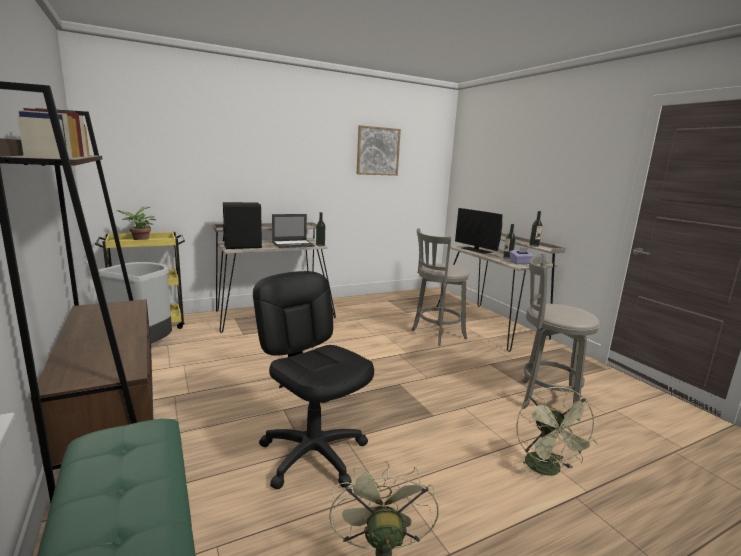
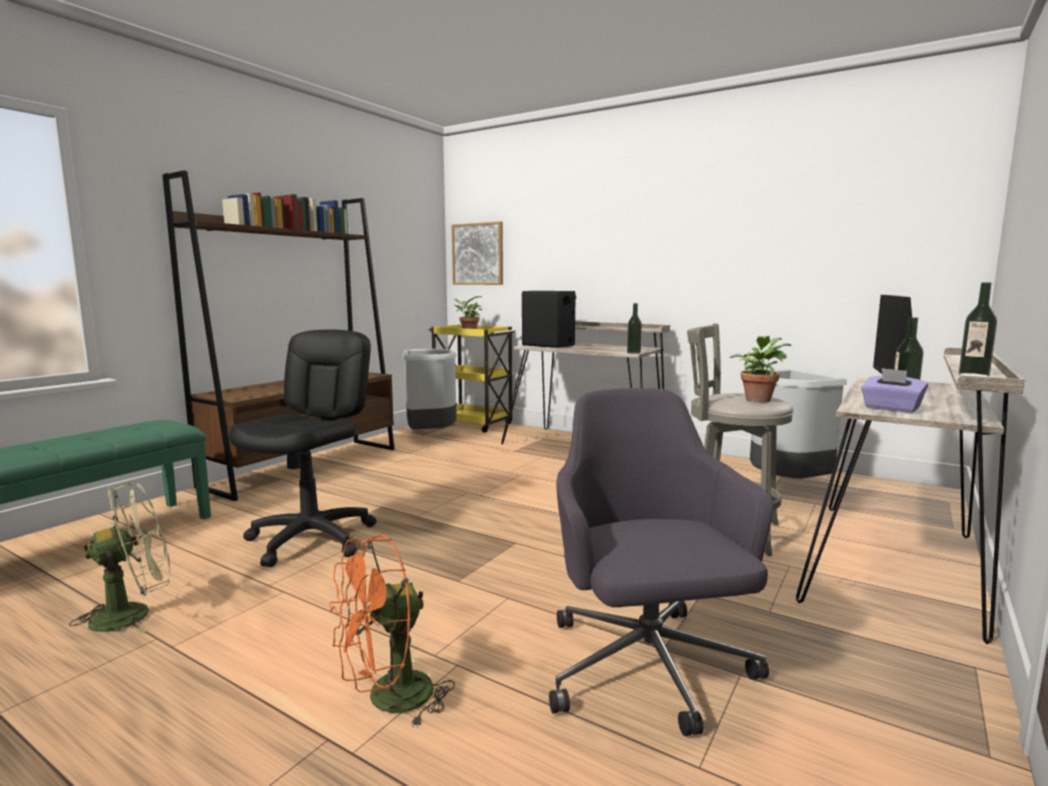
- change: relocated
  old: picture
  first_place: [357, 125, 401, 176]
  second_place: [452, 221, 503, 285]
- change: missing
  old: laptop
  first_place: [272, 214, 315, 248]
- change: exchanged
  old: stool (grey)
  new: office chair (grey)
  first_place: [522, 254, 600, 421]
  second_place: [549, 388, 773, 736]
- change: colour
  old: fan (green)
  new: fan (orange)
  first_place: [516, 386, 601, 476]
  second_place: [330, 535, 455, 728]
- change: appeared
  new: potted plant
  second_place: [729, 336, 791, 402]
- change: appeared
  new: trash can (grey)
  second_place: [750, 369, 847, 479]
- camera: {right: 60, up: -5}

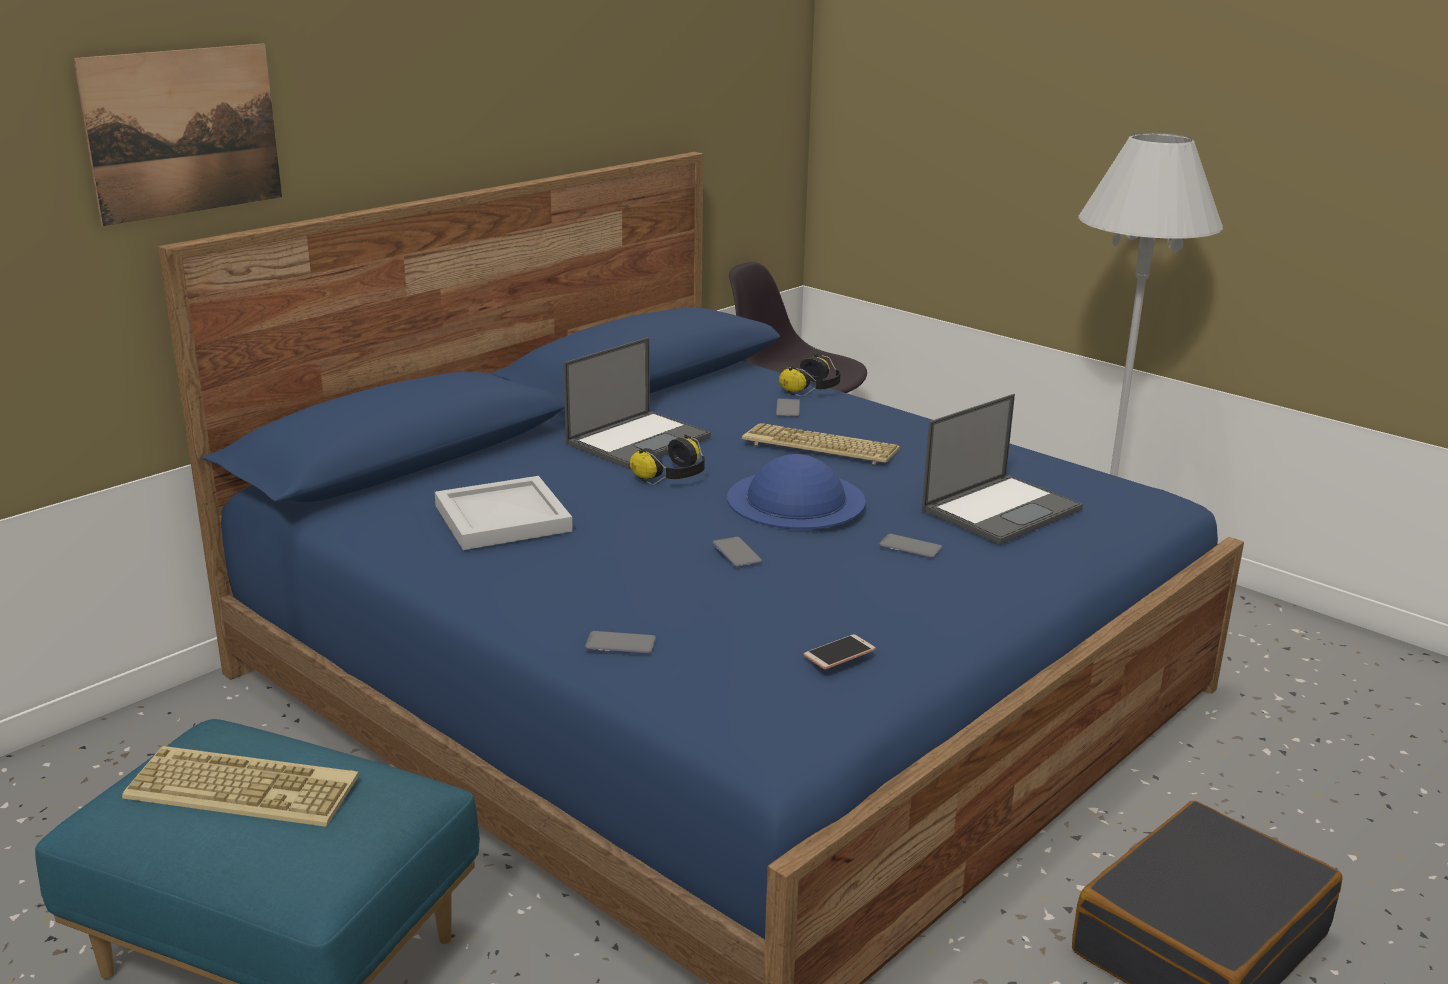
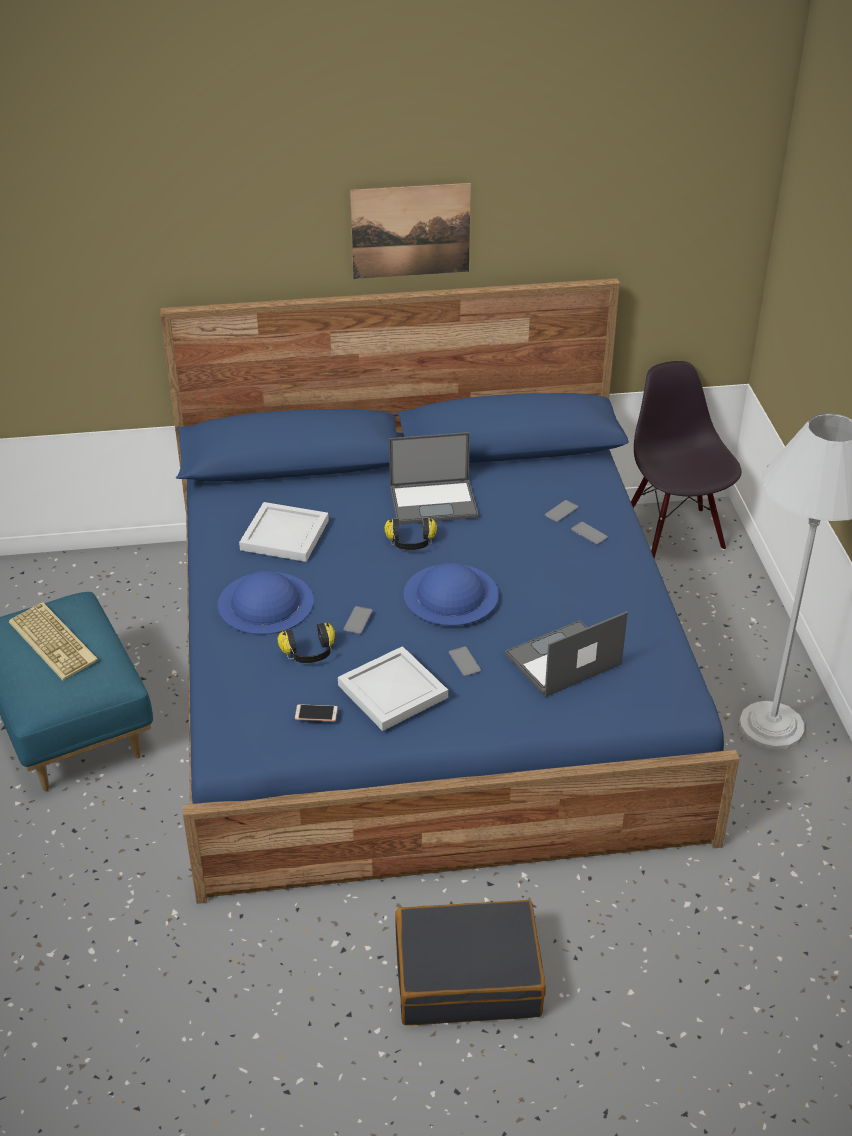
- change: relocated
  old: picture
  first_place: [73, 44, 282, 226]
  second_place: [350, 183, 471, 279]
- change: relocated
  old: headphones
  first_place: [779, 354, 841, 396]
  second_place: [277, 622, 335, 663]
- change: spun
  old: laptop
  first_place: [922, 394, 1083, 545]
  second_place: [505, 611, 628, 697]
  degrees: 150
- change: missing
  old: keyboard
  first_place: [742, 423, 900, 465]
- change: relocated
  old: phone
  first_place: [585, 631, 656, 654]
  second_place: [571, 522, 608, 545]
- change: appeared
  new: hat (blue)
  second_place: [218, 571, 314, 635]
- change: appeared
  new: tray (white)
  second_place: [338, 646, 448, 731]
- camera: {right: 40, up: 15}

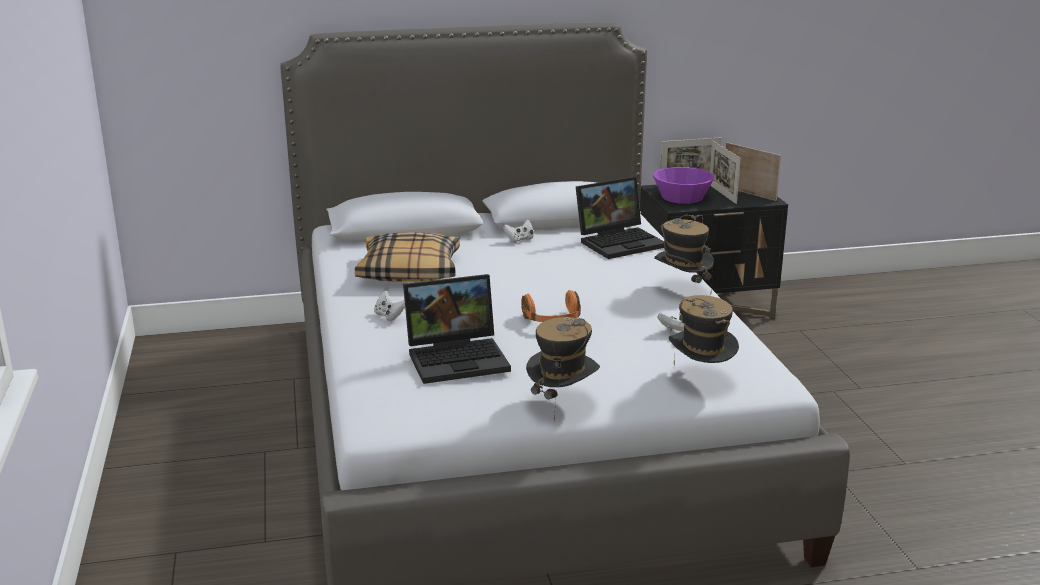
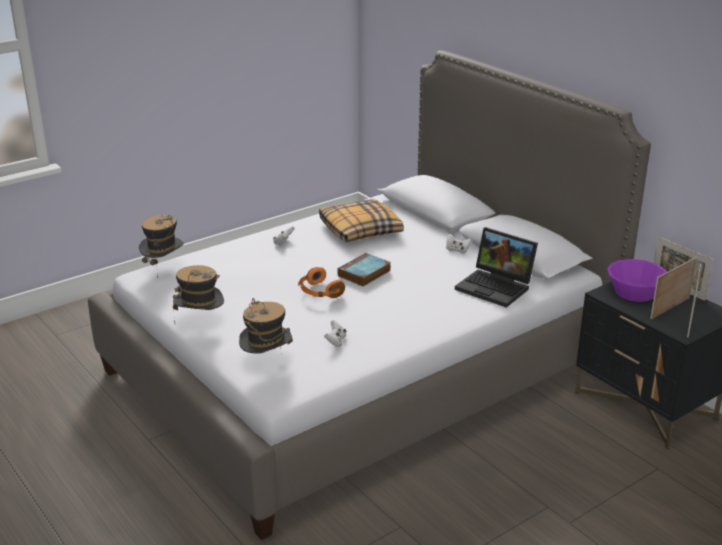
- change: relocated
  old: hat
  first_place: [654, 215, 714, 296]
  second_place: [139, 215, 184, 278]
- change: missing
  old: laptop
  first_place: [403, 274, 511, 384]
- change: appeared
  new: book
  second_place: [337, 253, 391, 286]
- camera: {right: 65, up: 5}

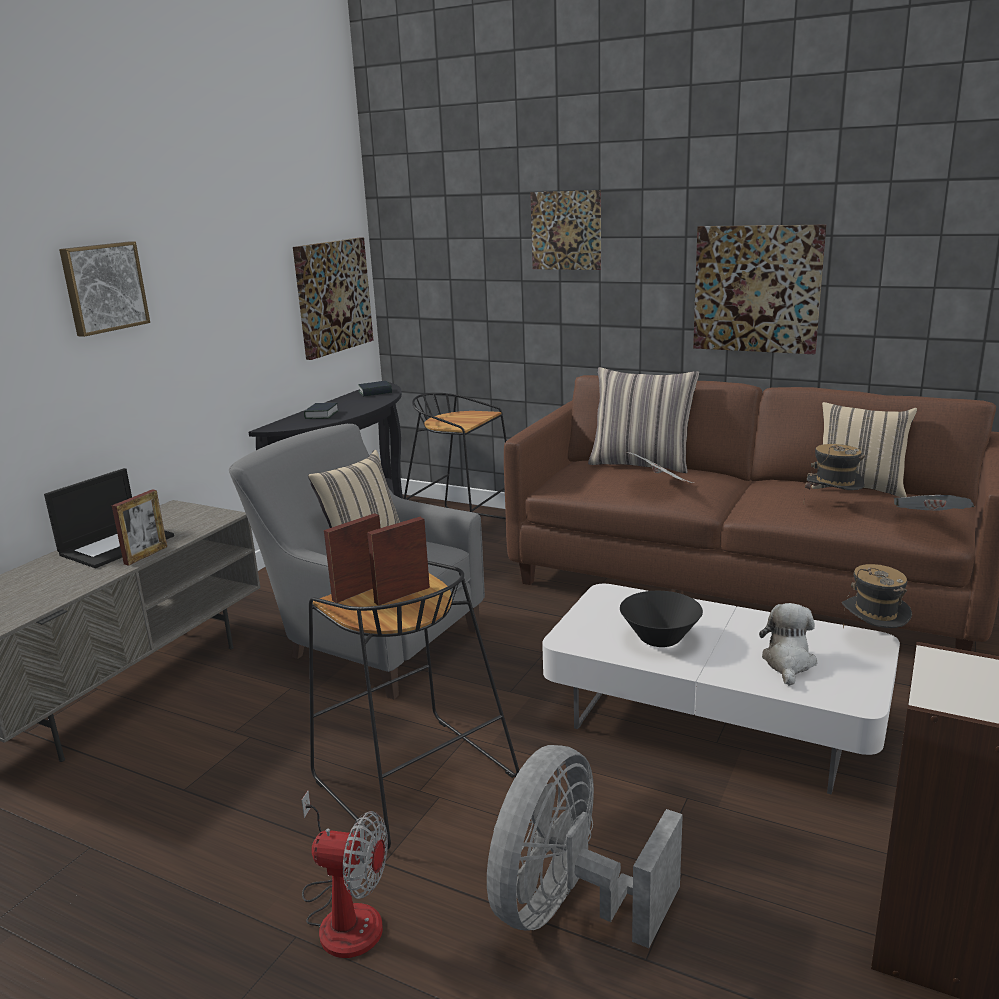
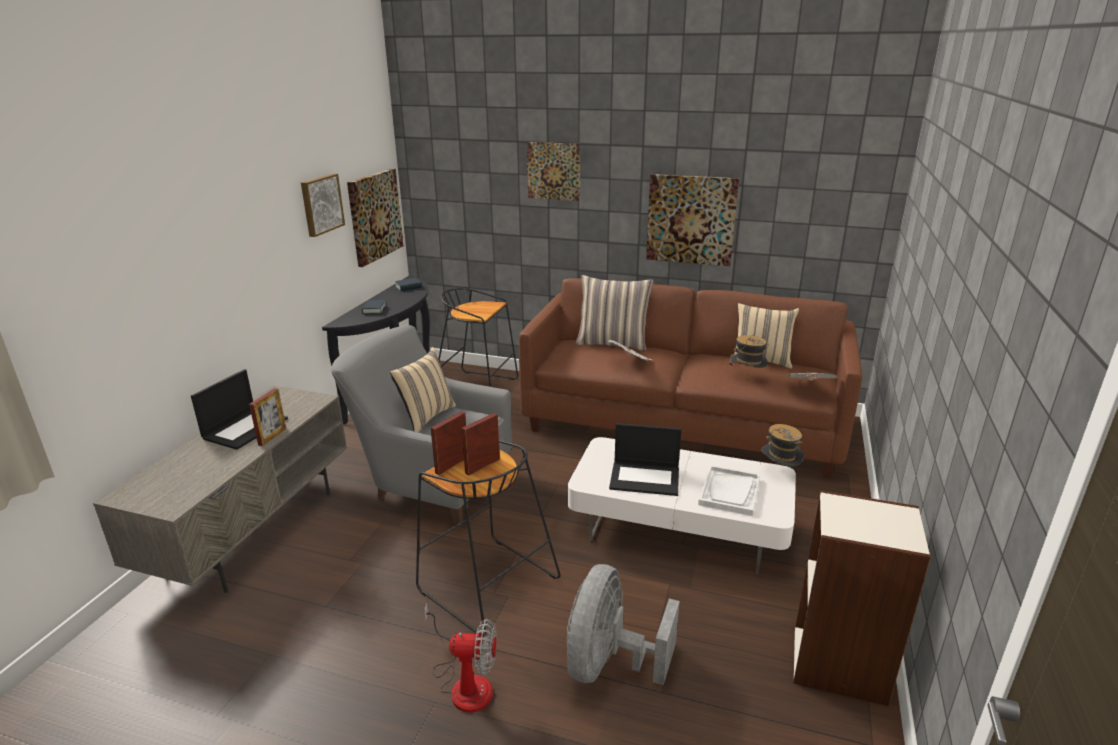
- change: relocated
  old: picture
  first_place: [59, 241, 150, 337]
  second_place: [301, 173, 345, 237]
- change: exchanged
  old: bowl (black)
  new: laptop
  first_place: [620, 591, 703, 647]
  second_place: [609, 423, 681, 496]
- change: exchanged
  old: plush toy
  new: tray (white)
  first_place: [759, 603, 817, 686]
  second_place: [698, 465, 760, 516]
- camera: {right: -10, up: 5}

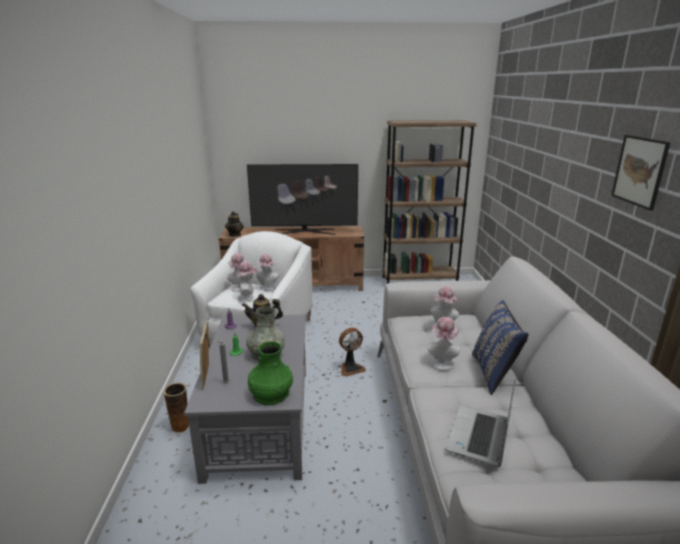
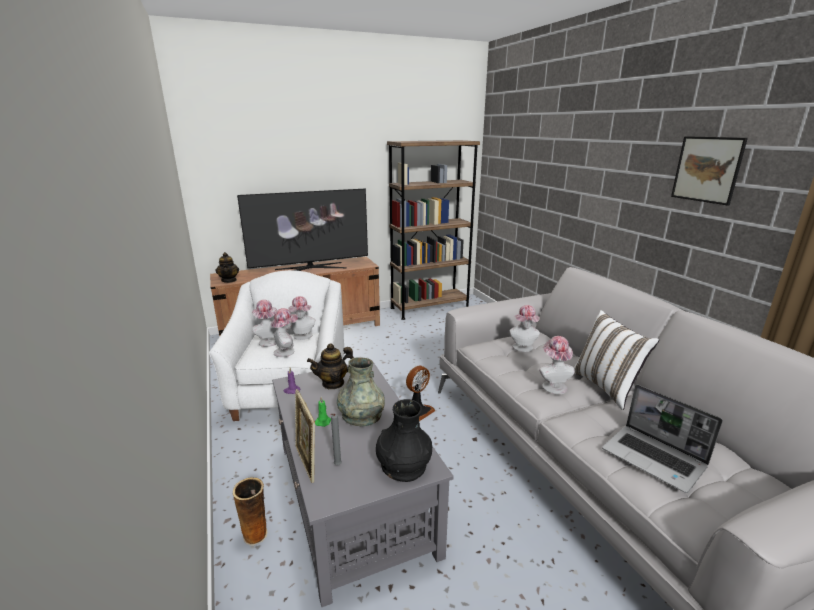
- change: colour
  old: pillow (blue)
  new: pillow (white)
  first_place: [472, 300, 529, 395]
  second_place: [573, 310, 659, 410]
- change: colour
  old: vase (green)
  new: vase (black)
  first_place: [248, 341, 293, 405]
  second_place: [376, 399, 432, 482]
- change: spun
  old: laptop
  first_place: [445, 380, 515, 467]
  second_place: [602, 384, 723, 493]
  degrees: -45
- camera: {right: -20, up: 0}

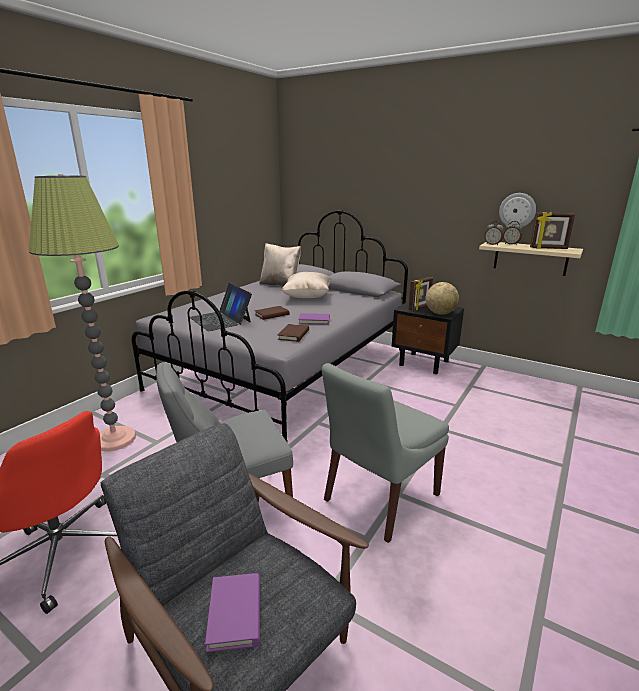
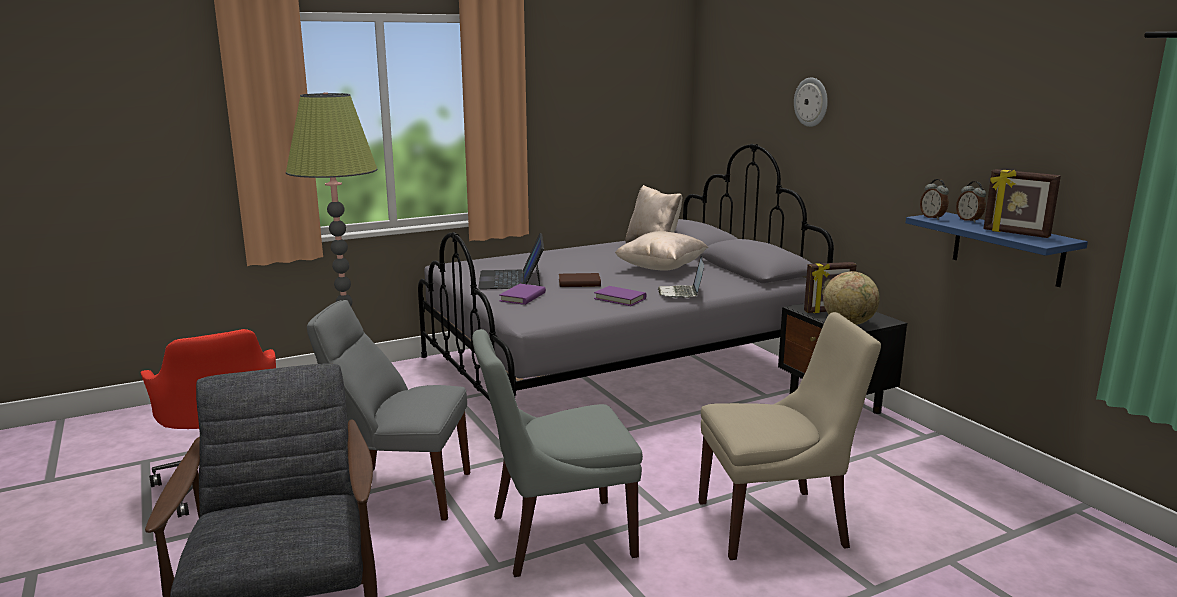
- change: relocated
  old: wall clock
  first_place: [499, 193, 536, 227]
  second_place: [794, 77, 828, 127]
- change: colour
  old: shelf (beige)
  new: shelf (blue)
  first_place: [479, 242, 583, 276]
  second_place: [906, 212, 1088, 287]
- change: missing
  old: book (brown)
  first_place: [278, 324, 309, 342]
- change: relocated
  old: book (purple)
  first_place: [205, 573, 260, 652]
  second_place: [499, 284, 546, 305]
- change: appeared
  new: laptop
  second_place: [658, 255, 704, 298]
- change: appeared
  new: chair (beige)
  second_place: [698, 312, 881, 560]
- camera: {right: 30, up: -5}

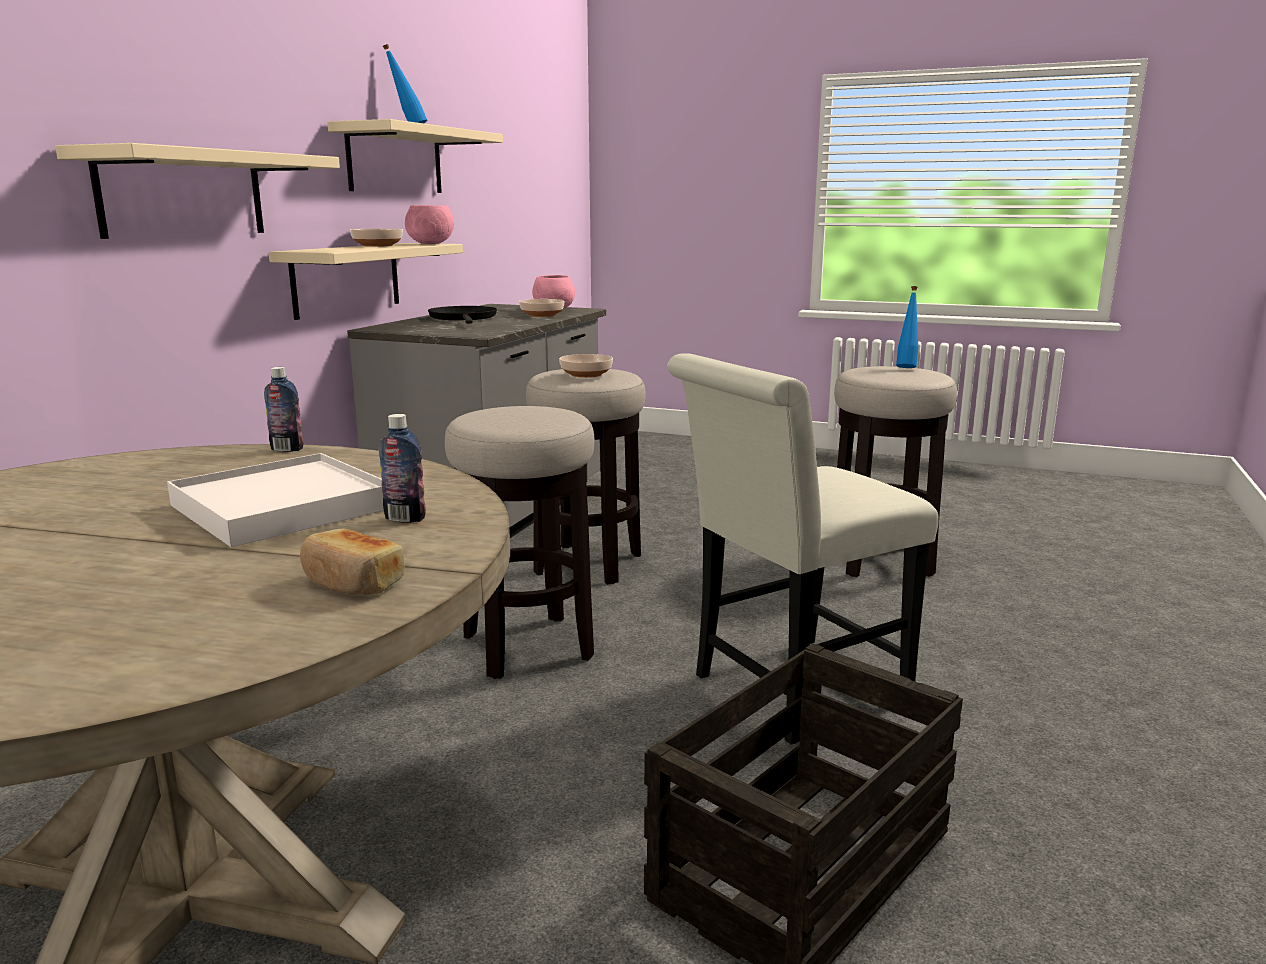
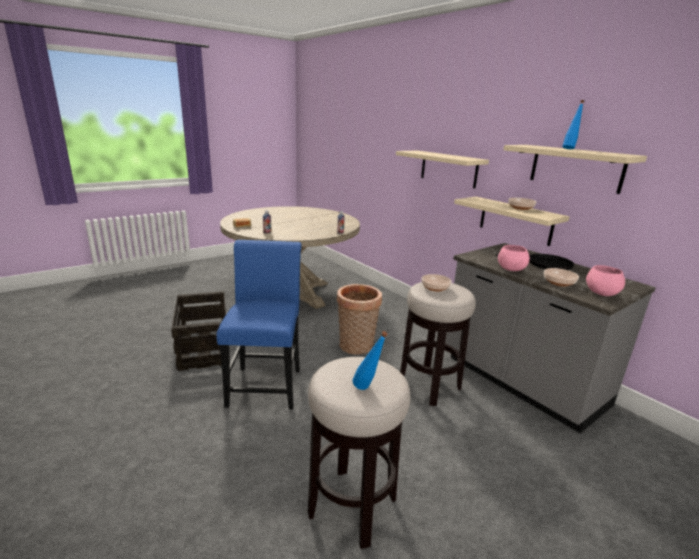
- change: relocated
  old: bowl (pink)
  first_place: [405, 205, 454, 244]
  second_place: [498, 245, 530, 271]
- change: colour
  old: chair (white)
  new: chair (blue)
  first_place: [667, 353, 939, 745]
  second_place: [216, 240, 302, 410]
- change: exchanged
  old: stool
  new: basket
  first_place: [445, 406, 594, 679]
  second_place: [337, 284, 382, 355]
- change: missing
  old: tray (white)
  first_place: [167, 453, 384, 547]
- camera: {right: 120, up: 5}

